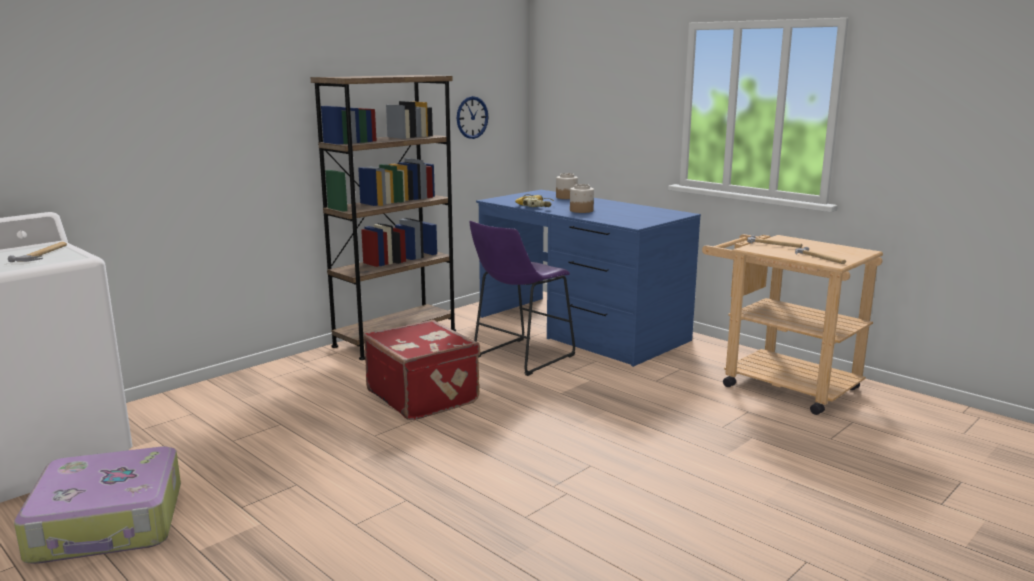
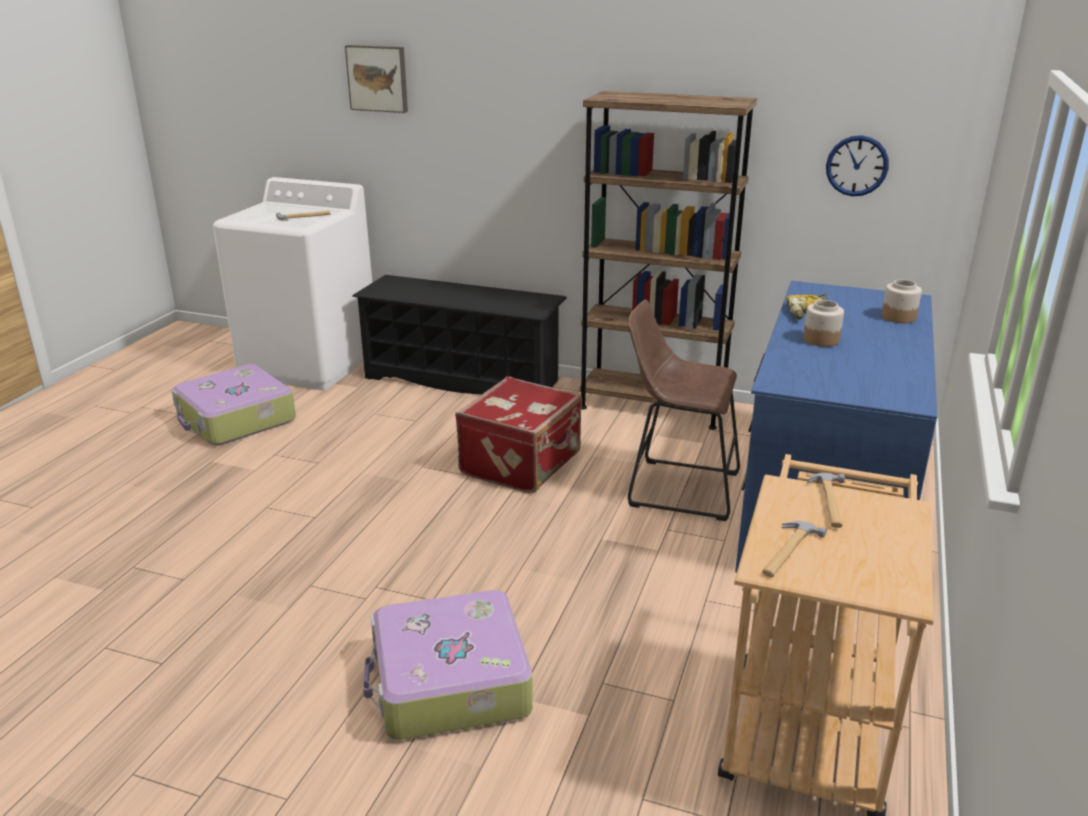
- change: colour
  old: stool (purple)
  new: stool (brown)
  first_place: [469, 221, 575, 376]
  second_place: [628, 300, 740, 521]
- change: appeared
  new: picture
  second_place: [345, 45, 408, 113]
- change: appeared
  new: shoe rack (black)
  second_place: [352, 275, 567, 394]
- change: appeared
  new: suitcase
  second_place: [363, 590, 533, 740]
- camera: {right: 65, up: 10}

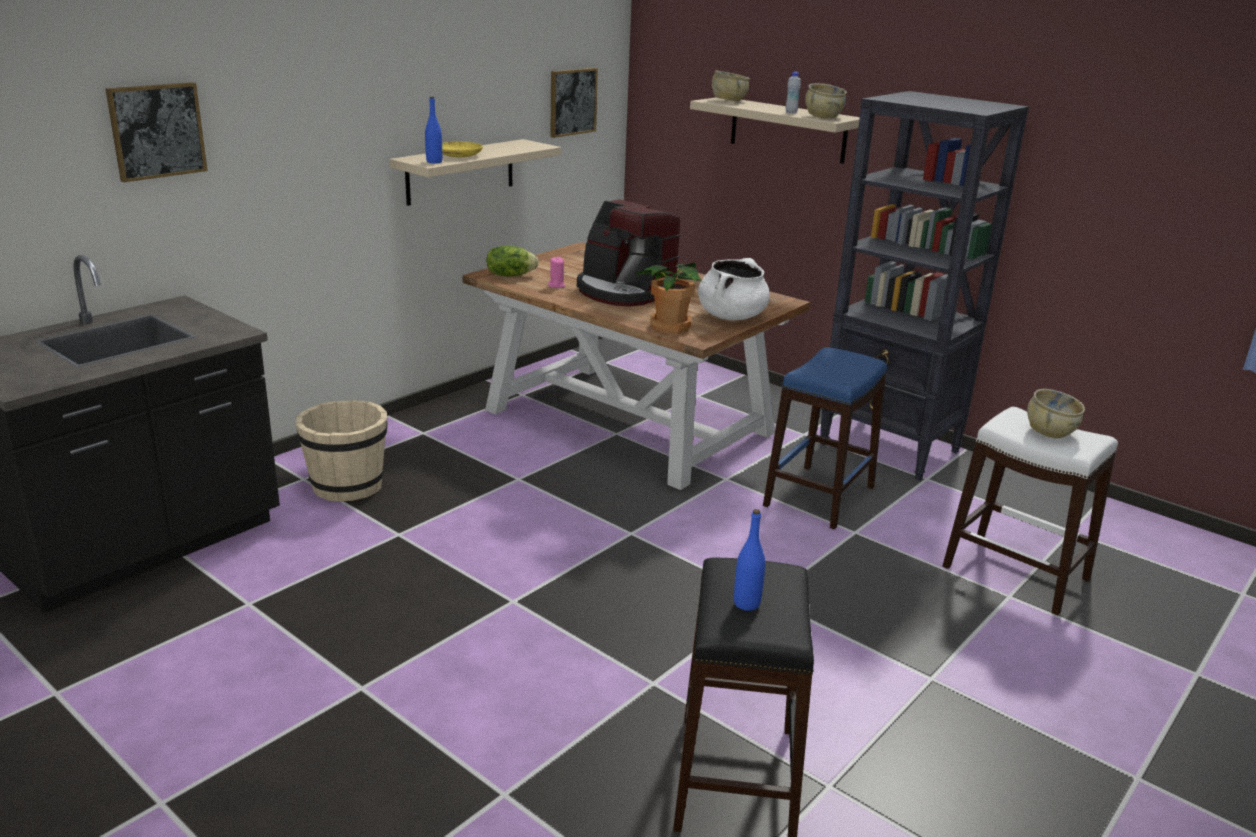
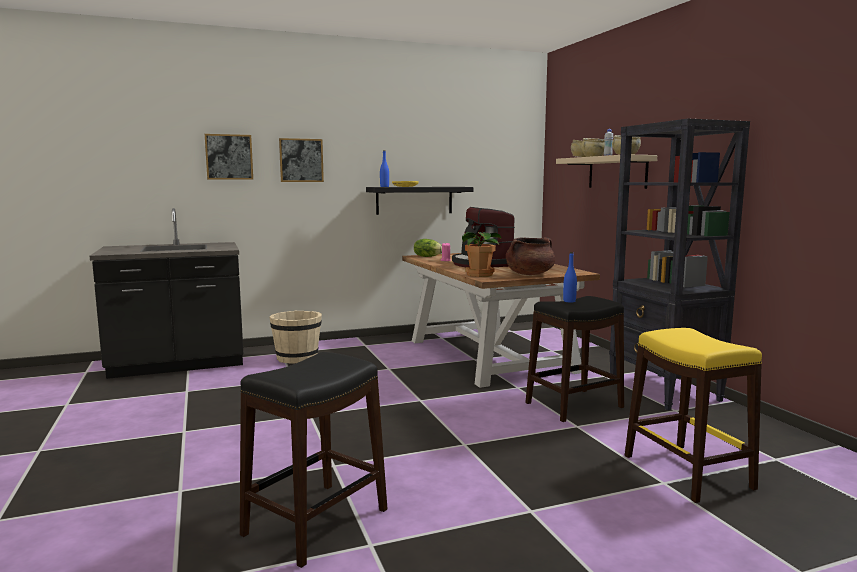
- change: relocated
  old: picture
  first_place: [550, 68, 598, 138]
  second_place: [279, 138, 324, 182]
- change: colour
  old: shelf (beige)
  new: shelf (black)
  first_place: [390, 139, 561, 206]
  second_place: [366, 187, 473, 215]
- change: colour
  old: cooking pot (white)
  new: cooking pot (brown)
  first_place: [698, 258, 770, 320]
  second_place: [506, 237, 555, 275]
- change: colour
  old: stool (blue)
  new: stool (black)
  first_place: [763, 347, 887, 529]
  second_place: [525, 296, 624, 422]
- change: relocated
  old: bowl (beige)
  first_place: [1027, 389, 1085, 439]
  second_place: [581, 138, 605, 156]
- change: colour
  old: stool (white)
  new: stool (yellow)
  first_place: [942, 407, 1118, 615]
  second_place: [625, 328, 762, 503]
- change: relocated
  old: bottle (blue)
  first_place: [734, 509, 765, 611]
  second_place: [563, 252, 577, 303]
- camera: {right: 30, up: -15}

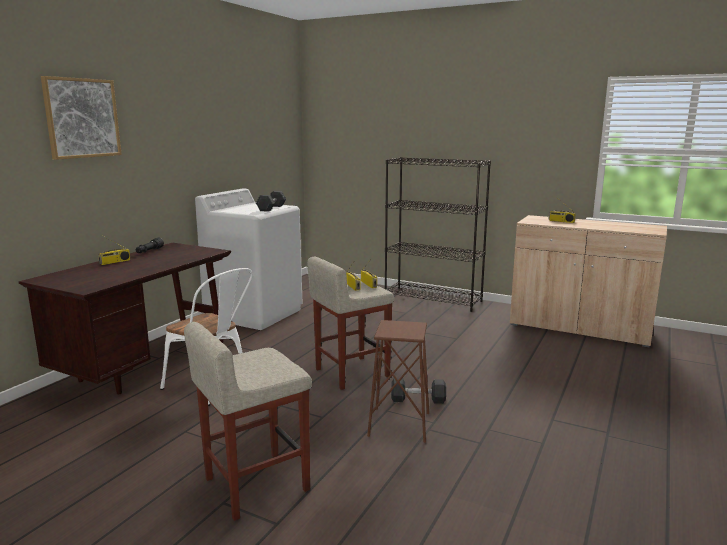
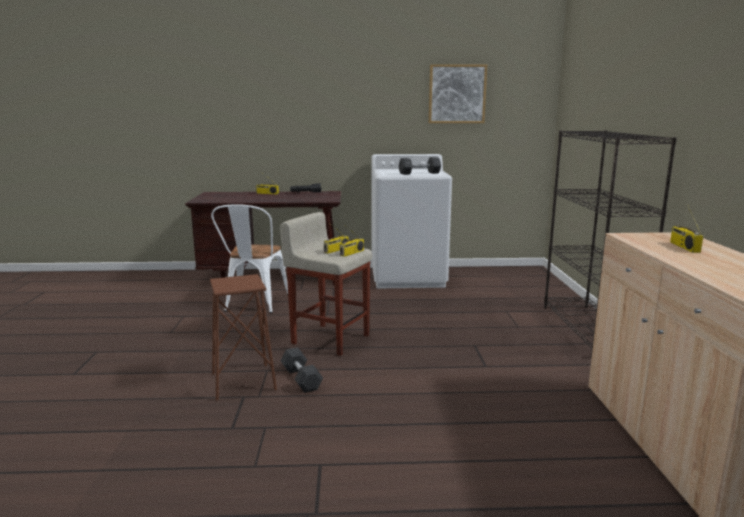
- change: relocated
  old: picture
  first_place: [41, 76, 122, 160]
  second_place: [429, 64, 487, 123]
- change: missing
  old: stool (beige)
  first_place: [184, 322, 312, 521]
- camera: {right: 60, up: 0}

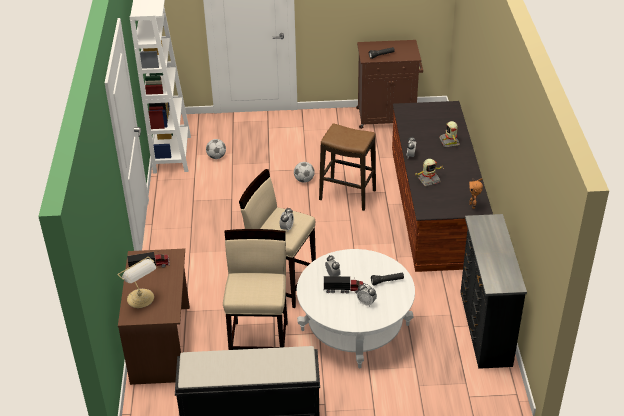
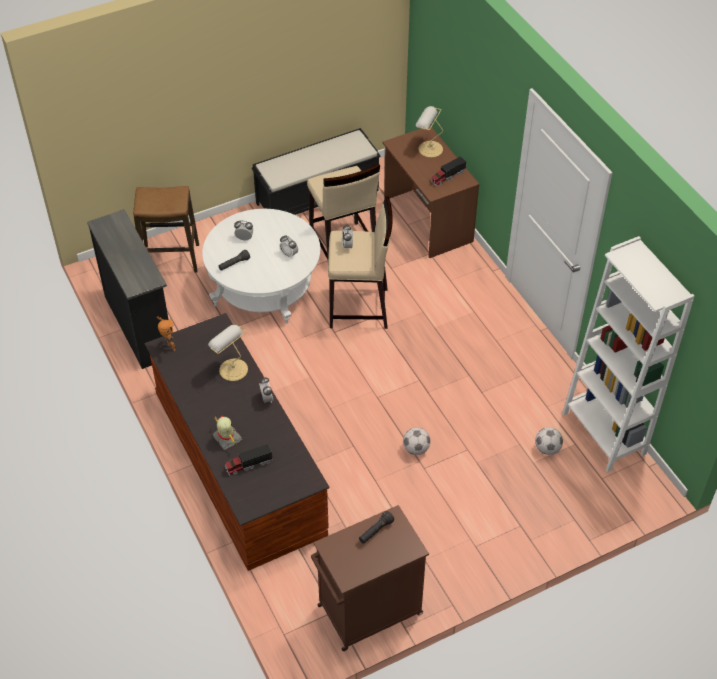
- change: relocated
  old: stool
  first_place: [319, 123, 376, 211]
  second_place: [133, 186, 199, 273]
- change: exchanged
  old: toy robot
  new: table lamp
  first_place: [415, 159, 444, 186]
  second_place: [208, 324, 248, 381]
- change: relocated
  old: toy truck
  first_place: [324, 276, 364, 294]
  second_place: [225, 444, 273, 476]
- camera: {right: 155, up: 10}

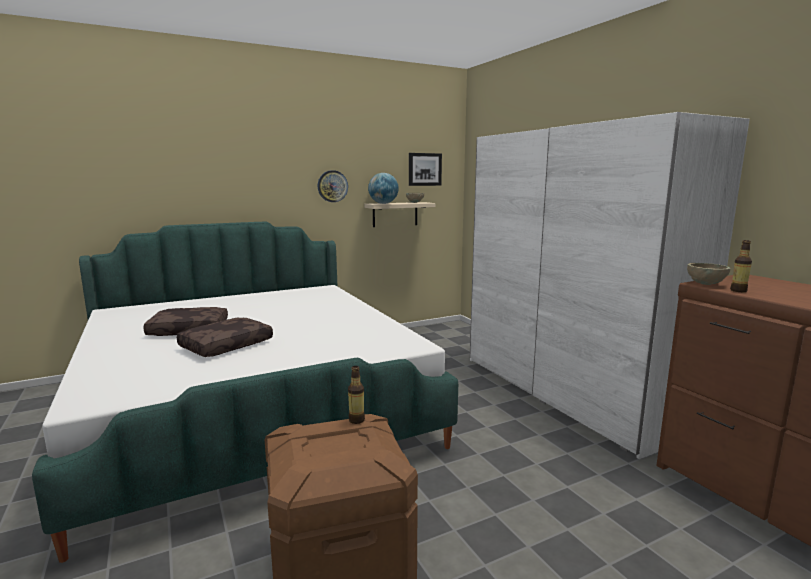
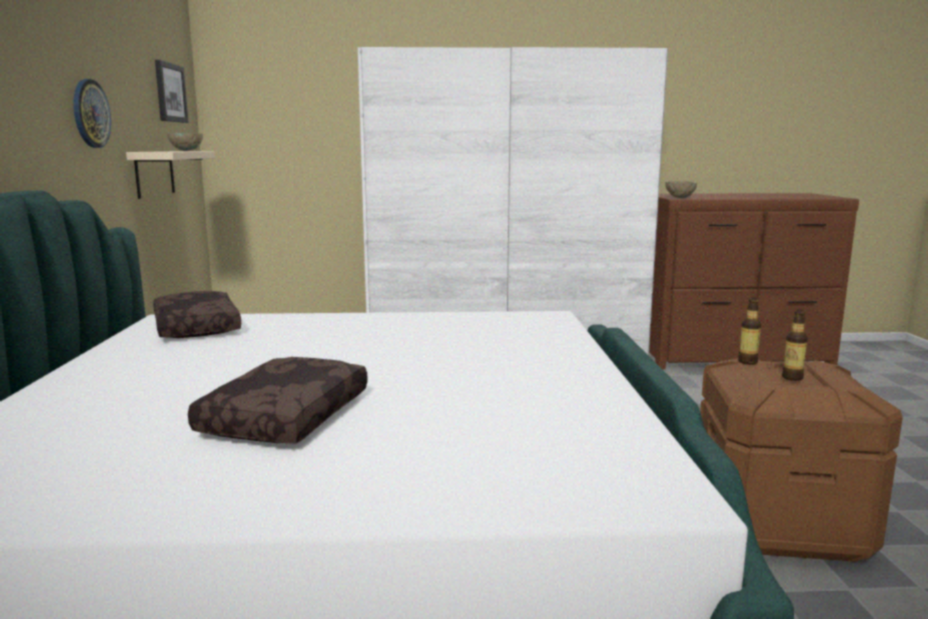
- change: missing
  old: globe
  first_place: [368, 173, 399, 204]
- change: relocated
  old: bottle
  first_place: [730, 240, 752, 292]
  second_place: [782, 310, 808, 381]
- change: relocated
  old: pillow (brown)
  first_place: [177, 318, 273, 357]
  second_place: [153, 291, 241, 338]
- camera: {right: -65, up: 0}

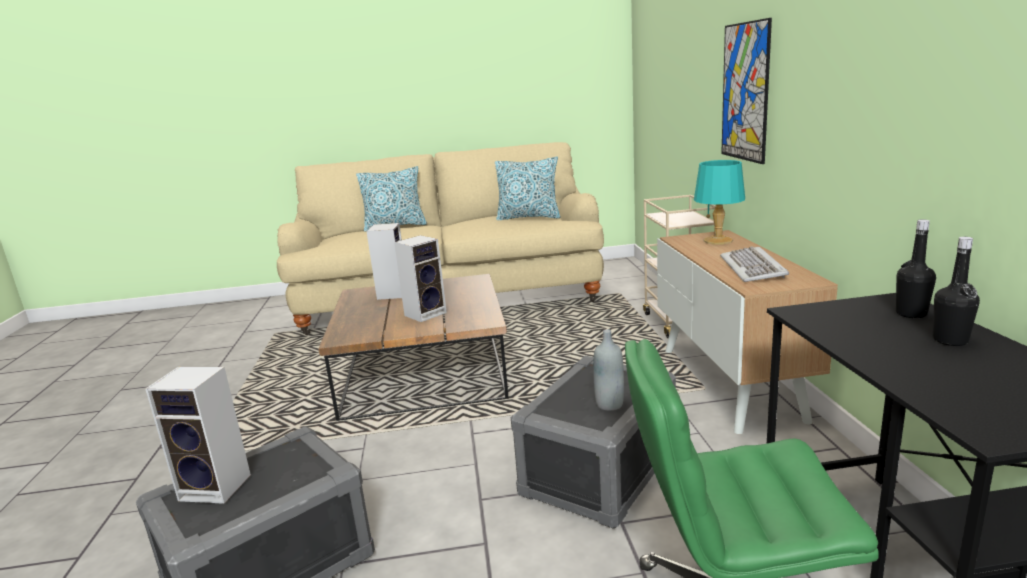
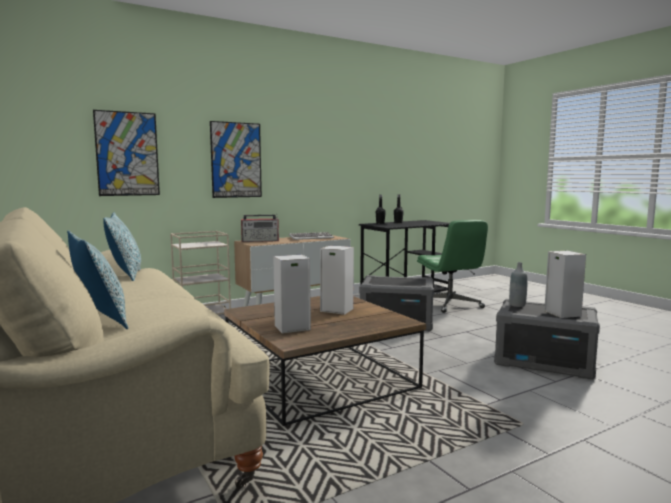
- change: exchanged
  old: table lamp (turquoise)
  new: radio
  first_place: [694, 160, 745, 245]
  second_place: [241, 213, 279, 242]
- change: relocated
  old: bottle (grey)
  first_place: [593, 329, 624, 411]
  second_place: [509, 262, 528, 307]
- change: appeared
  new: picture
  second_place: [93, 110, 160, 196]
- camera: {right: -115, up: -10}

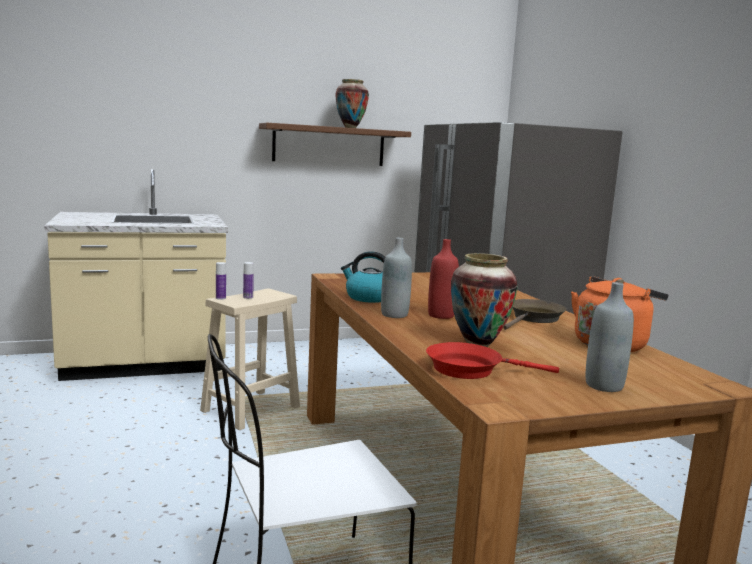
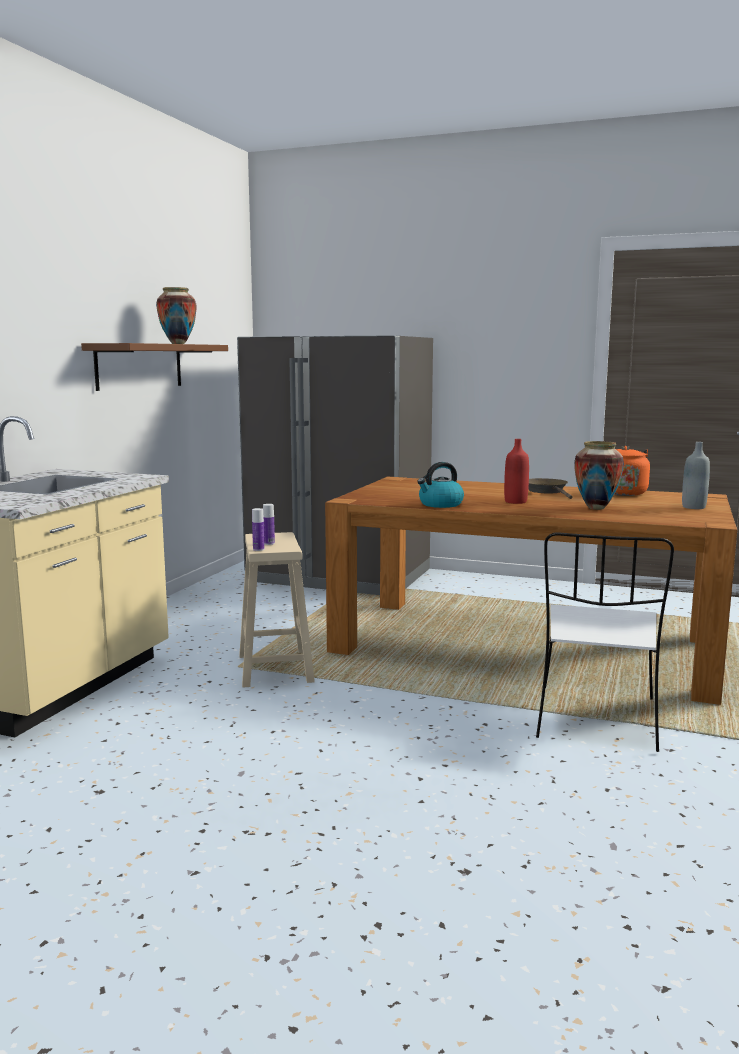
- change: missing
  old: bottle (grey)
  first_place: [381, 238, 412, 318]
- change: missing
  old: frying pan (red)
  first_place: [426, 342, 559, 379]
- camera: {right: -50, up: 0}

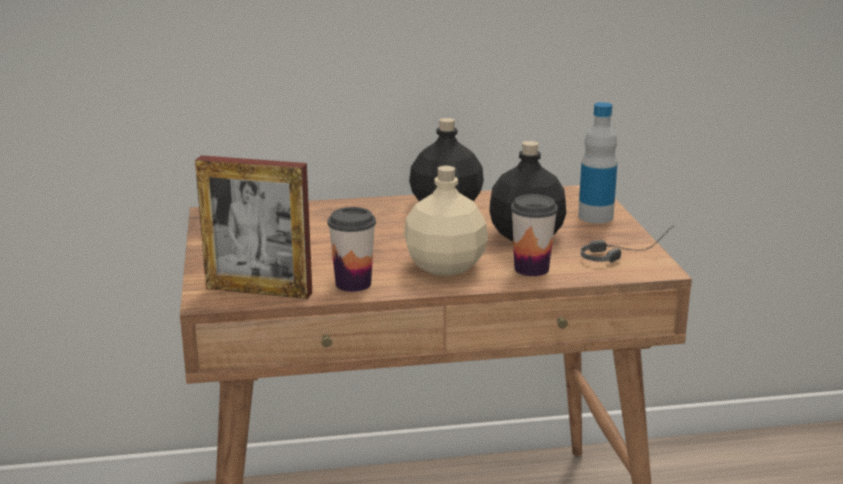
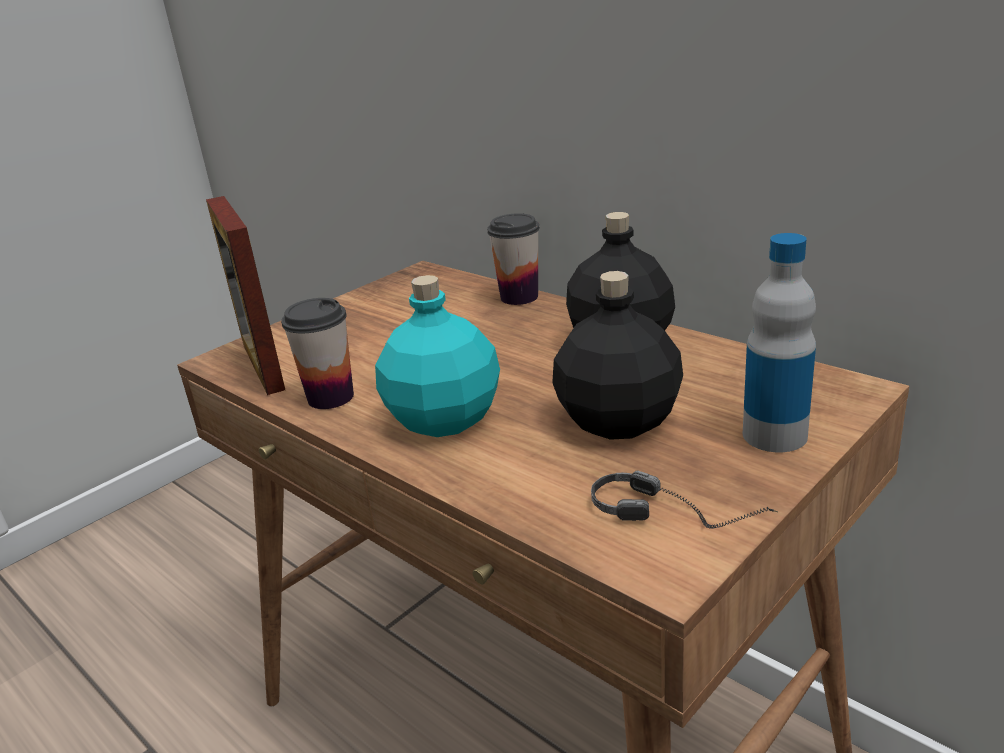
- change: colour
  old: bottle (beige)
  new: bottle (turquoise)
  first_place: [404, 166, 488, 276]
  second_place: [375, 275, 500, 437]
- change: relocated
  old: cup
  first_place: [511, 194, 558, 276]
  second_place: [487, 213, 540, 305]
- camera: {right: 55, up: 5}

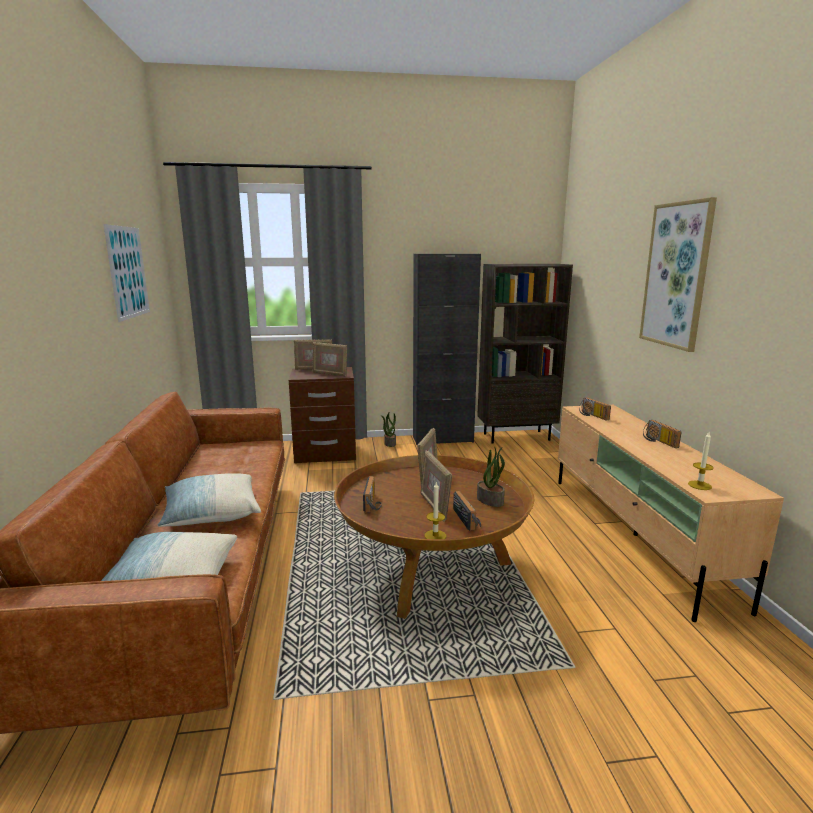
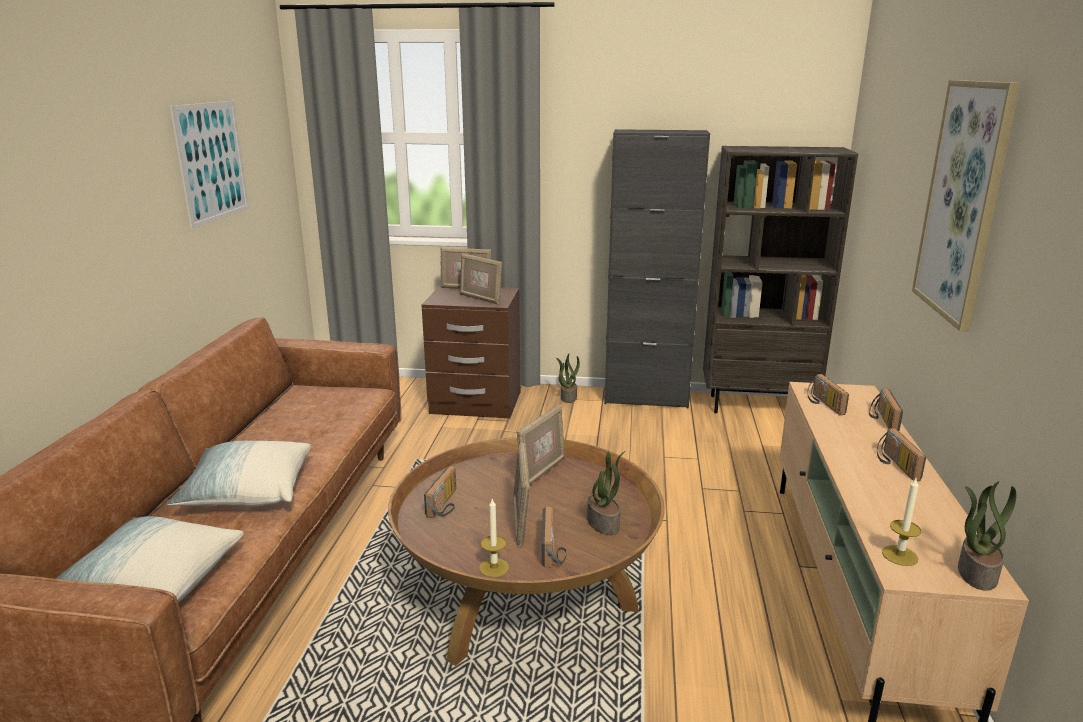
- change: appeared
  new: radio
  second_place: [869, 389, 903, 431]
- change: appeared
  new: potted plant
  second_place: [958, 481, 1016, 591]
- camera: {right: 15, up: 5}

